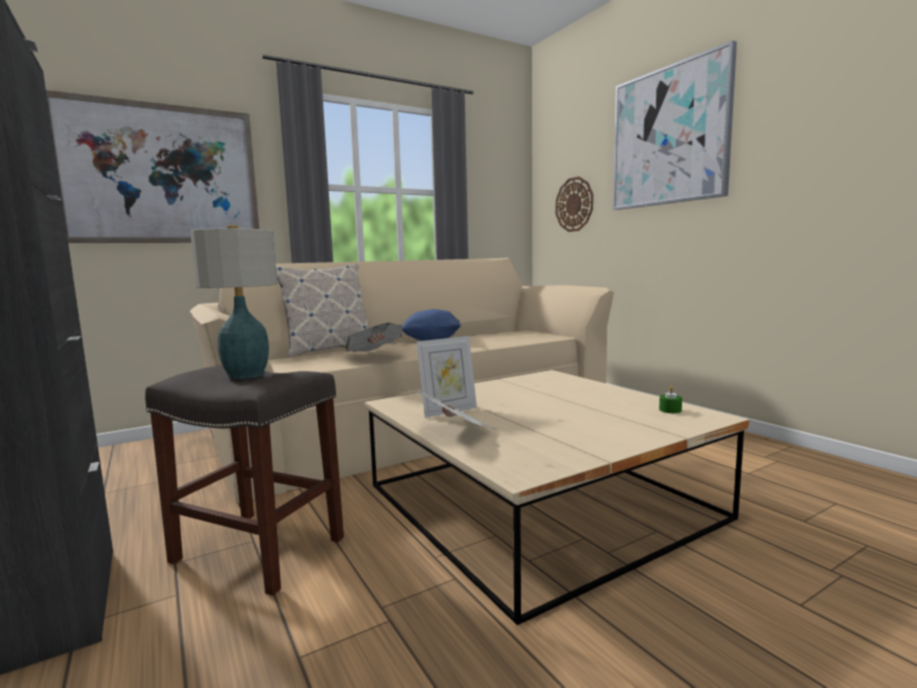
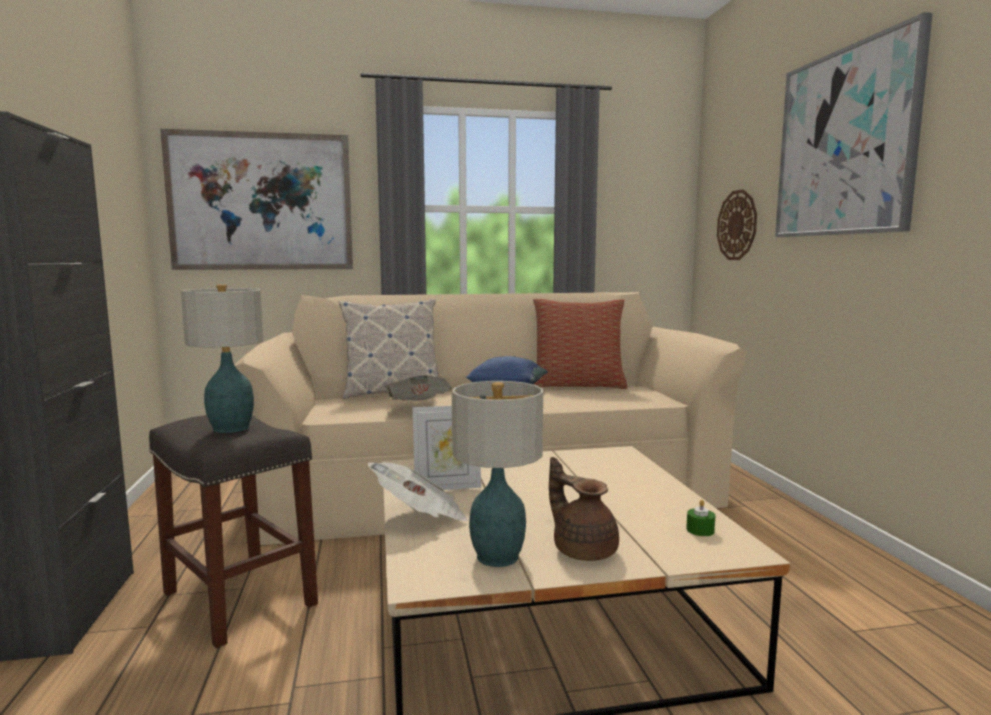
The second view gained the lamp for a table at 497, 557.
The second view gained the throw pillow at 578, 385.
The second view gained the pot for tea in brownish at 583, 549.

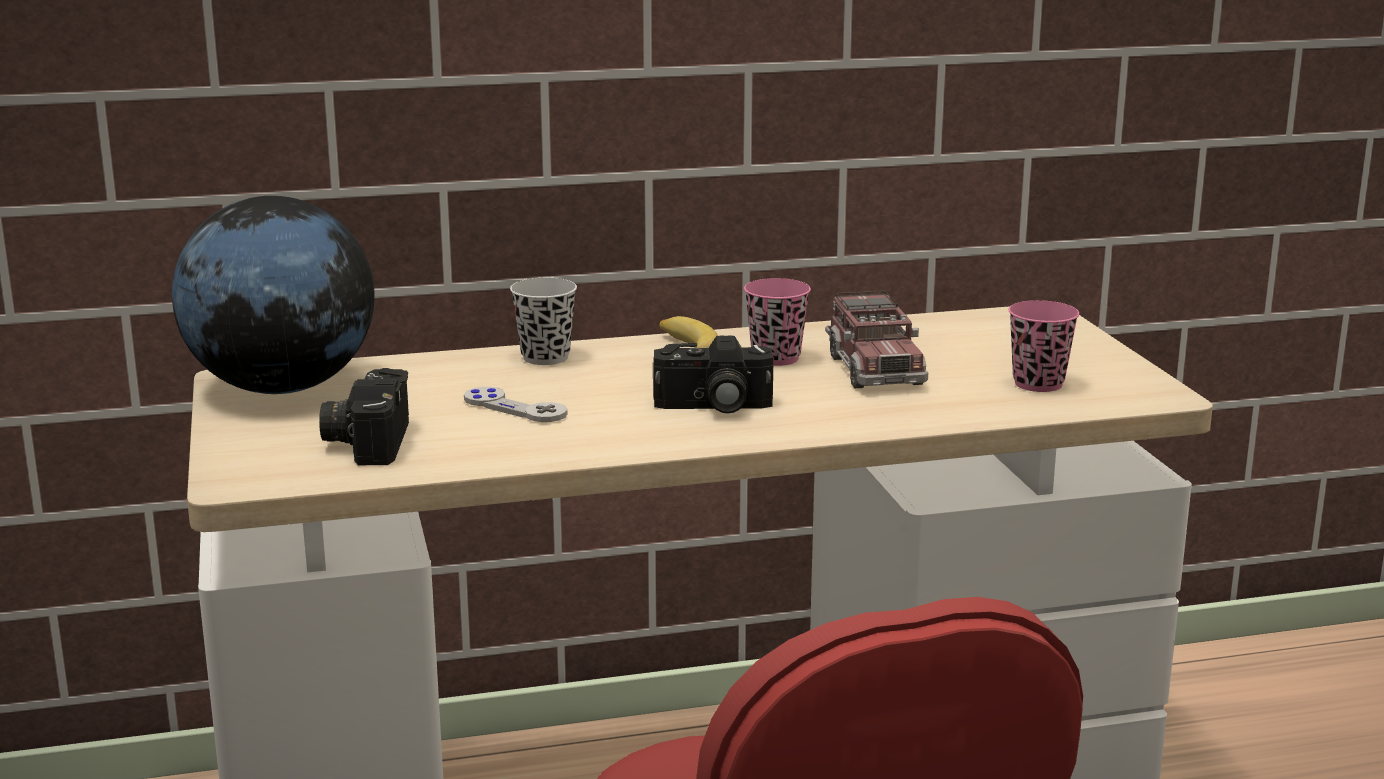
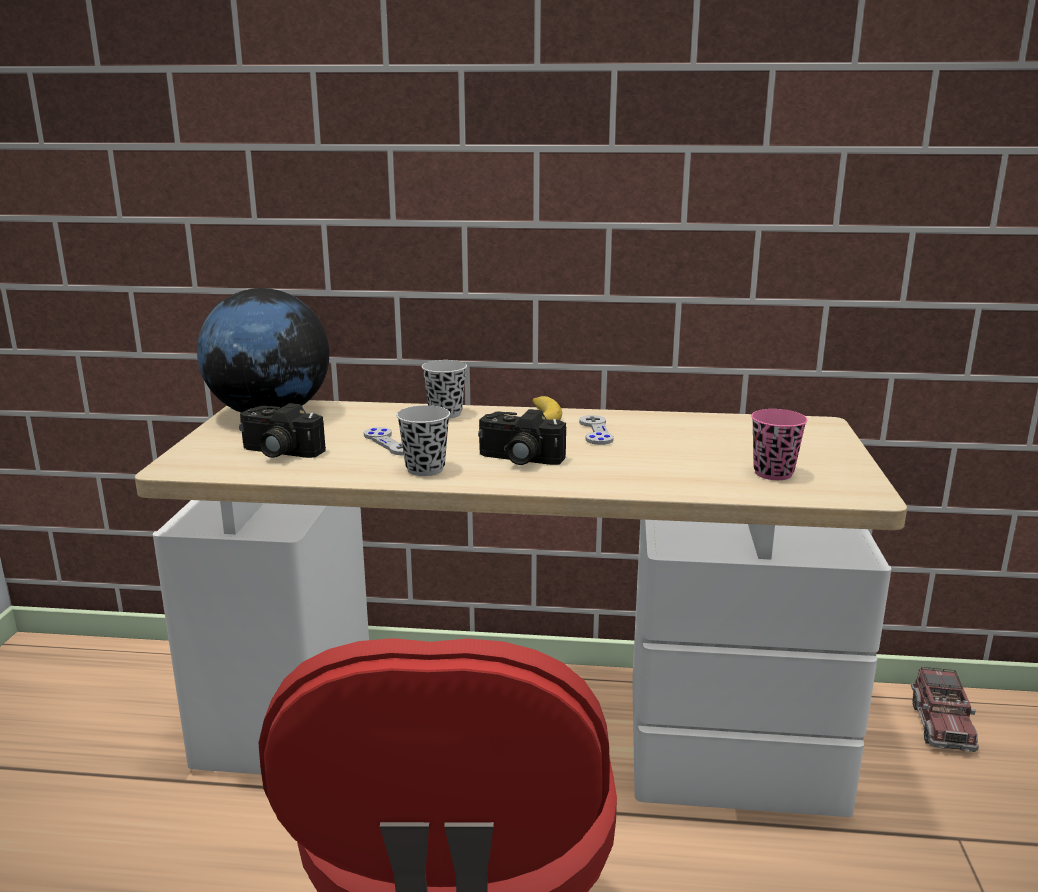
The still camera at 367, 441 ended up facing another way, 90 degrees counterclockwise from before.
Where the cup in pink-coloured stood at 776, 358, the gamepad in gray came to stand at 595, 432.
The toy lorry ended up elsewhere, having gone from 874, 368 to 941, 724.
The second view gained the cup in black-coloured at 425, 469.

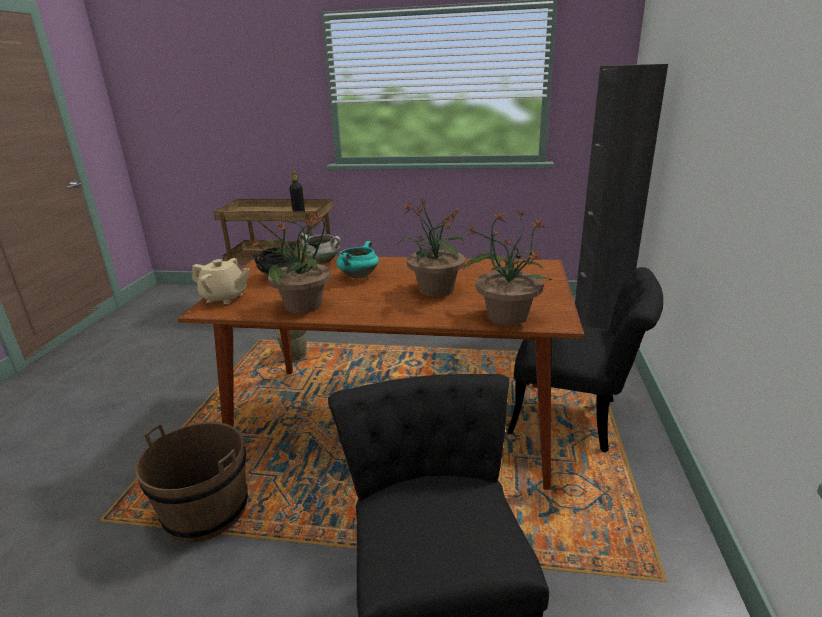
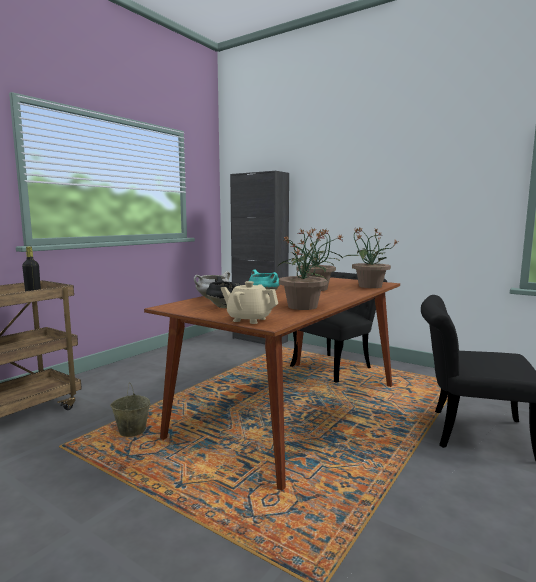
The second view lost the bucket in brownish at 206, 511.
The pot for tea in beige-coloured at 225, 298 ended up facing another way, 105 degrees counterclockwise from before.

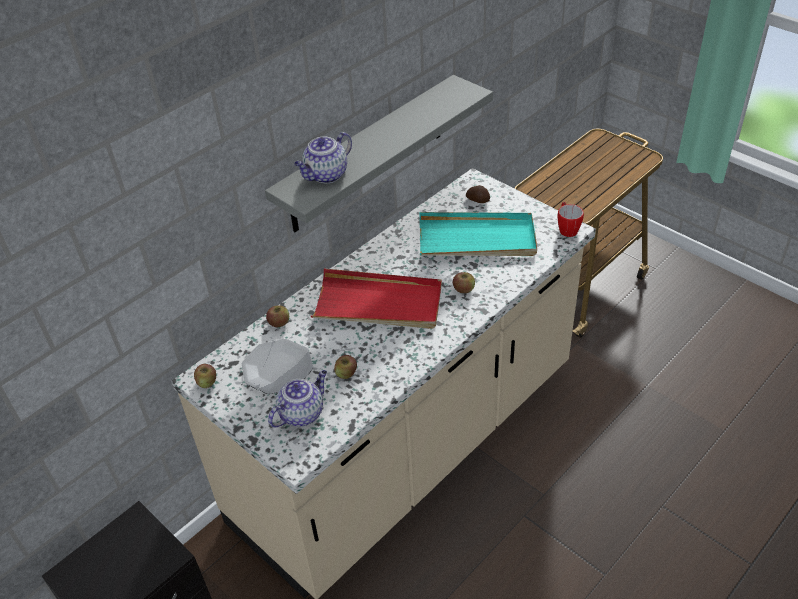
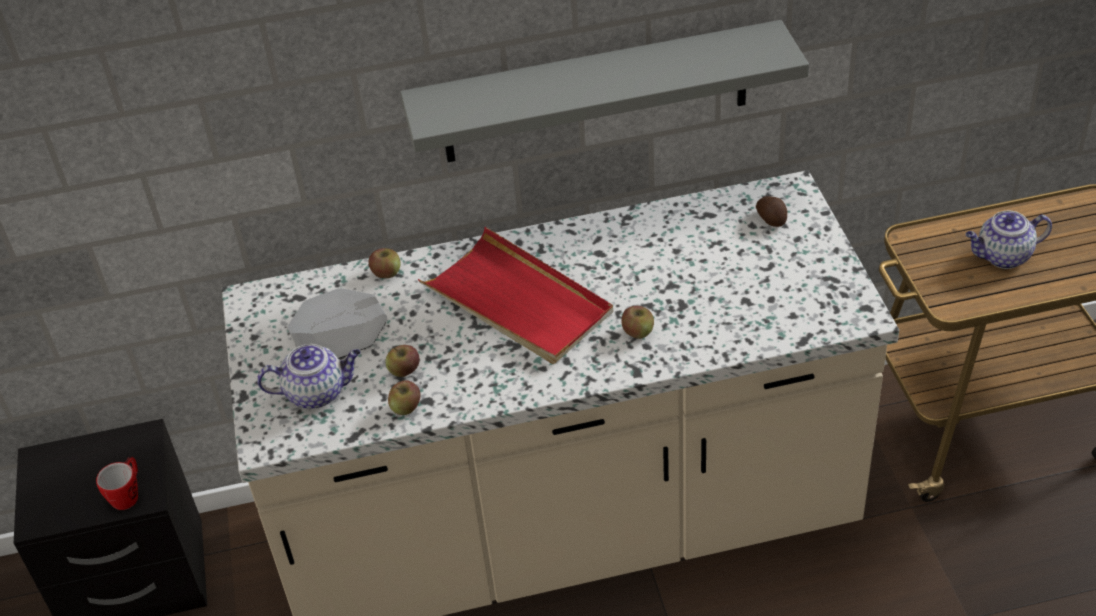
The apple fruit ended up elsewhere, having gone from 207, 382 to 406, 407.
The pot for tea ended up elsewhere, having gone from 326, 175 to 1002, 257.
The second view lost the carrying tray in turquoise-coloured at 477, 239.
The tea mug ended up elsewhere, having gone from 567, 228 to 128, 495.

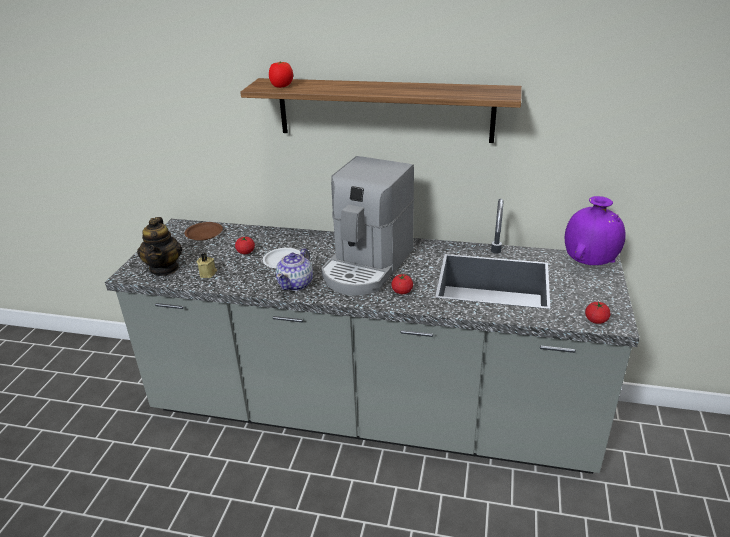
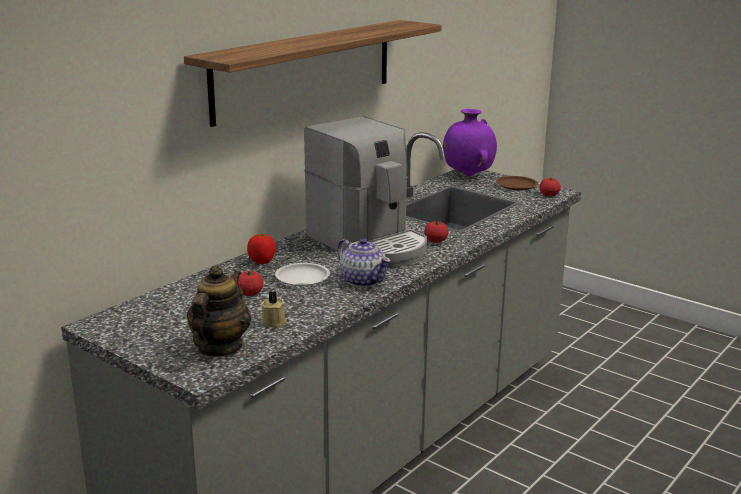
The pot for tea at 164, 268 ended up facing another way, 90 degrees counterclockwise from before.
The dinner plate in brownish ended up elsewhere, having gone from 204, 233 to 516, 186.
The whole tomato ended up elsewhere, having gone from 281, 86 to 262, 261.

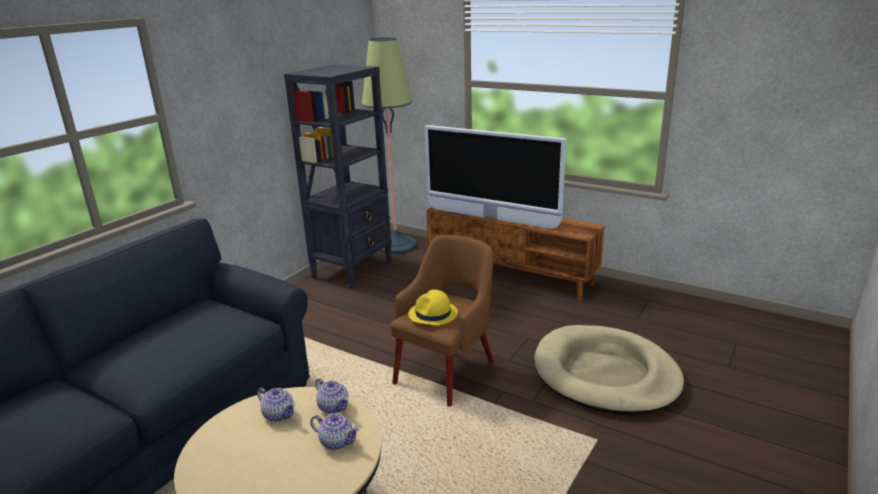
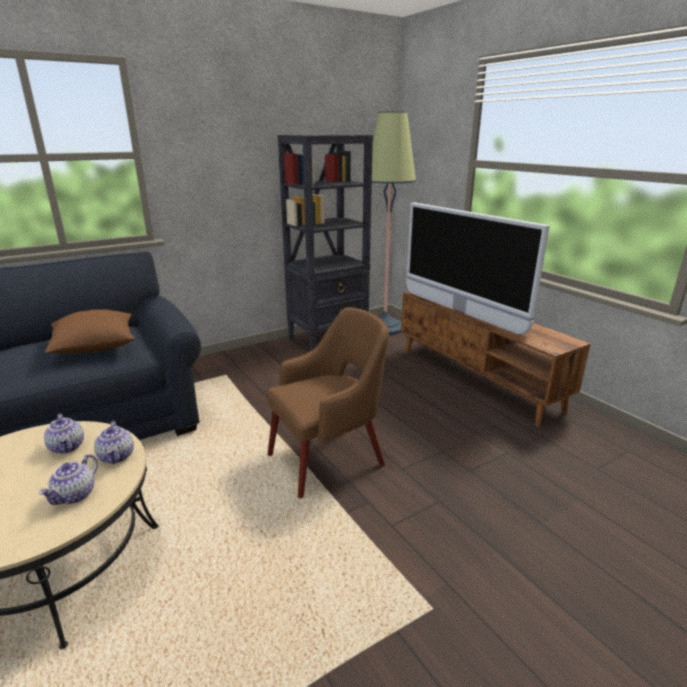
The pot for tea at 337, 442 ended up facing another way, 60 degrees clockwise from before.
The second view lost the clothing hat in yellow-coloured at 433, 314.
The second view lost the dog bed in beige-coloured at 605, 374.
The second view gained the throw pillow in brownish at 95, 347.

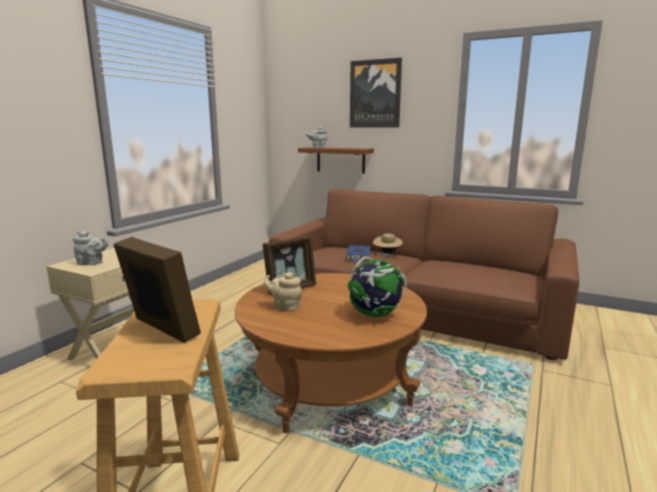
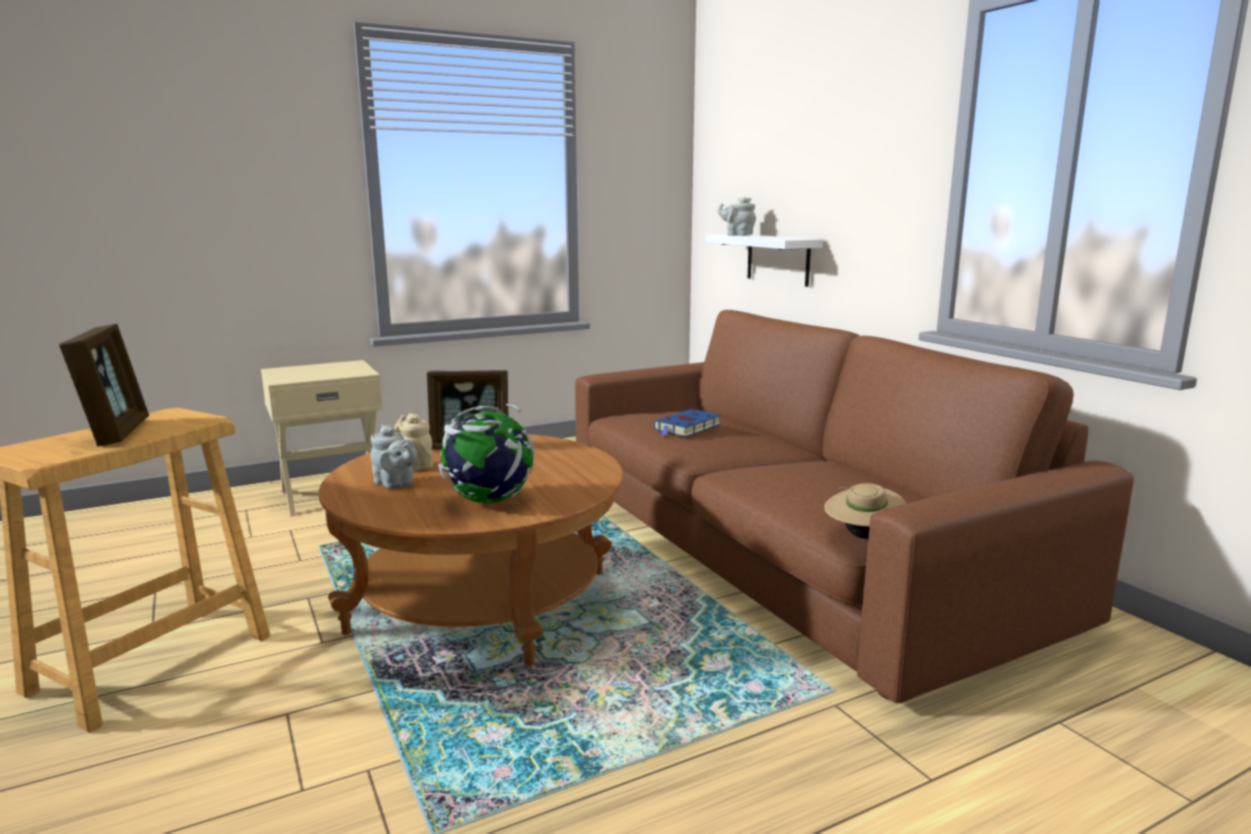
The pot for tea in gray ended up elsewhere, having gone from 92, 263 to 395, 484.
What was the bracket shelf in brownish at 340, 160 turned into the bracket shelf in white-coloured at 778, 259.
The second view lost the picture at 375, 94.
The clothing hat in beige-coloured ended up elsewhere, having gone from 387, 253 to 863, 536.

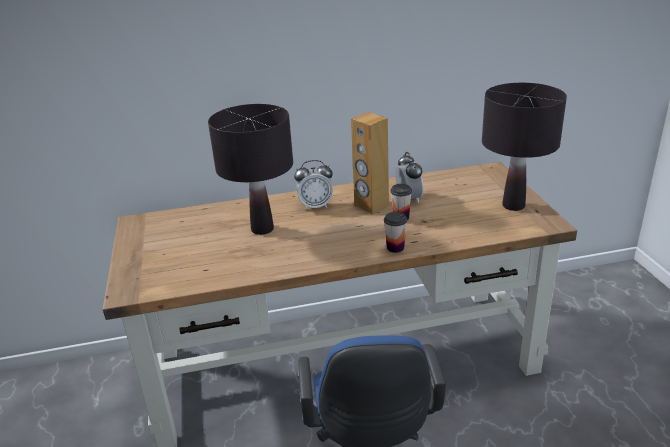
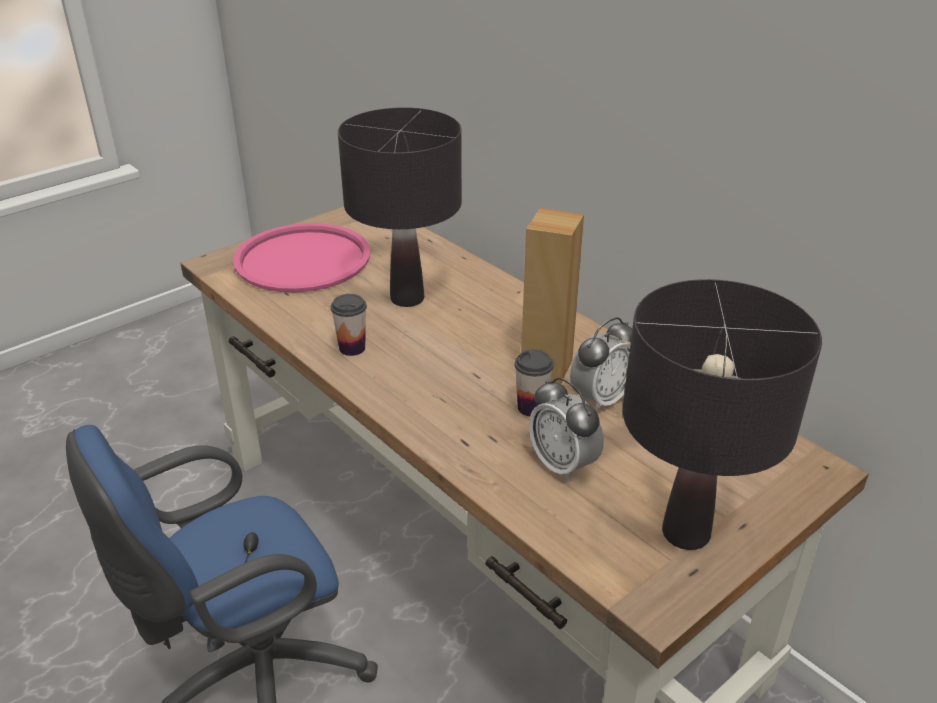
The bedside clock ended up elsewhere, having gone from 315, 206 to 563, 465.
The cup ended up elsewhere, having gone from 395, 248 to 352, 348.
The second view gained the carrying tray in pink-coloured at 302, 259.

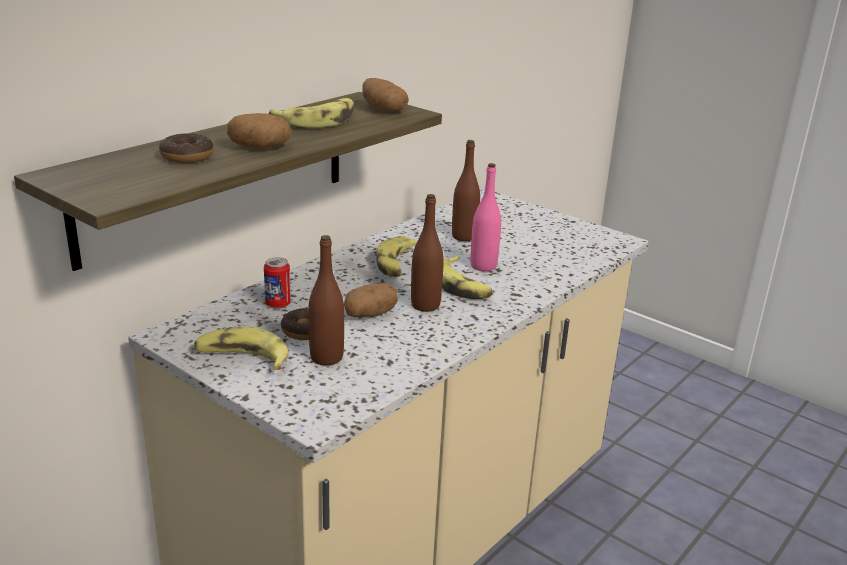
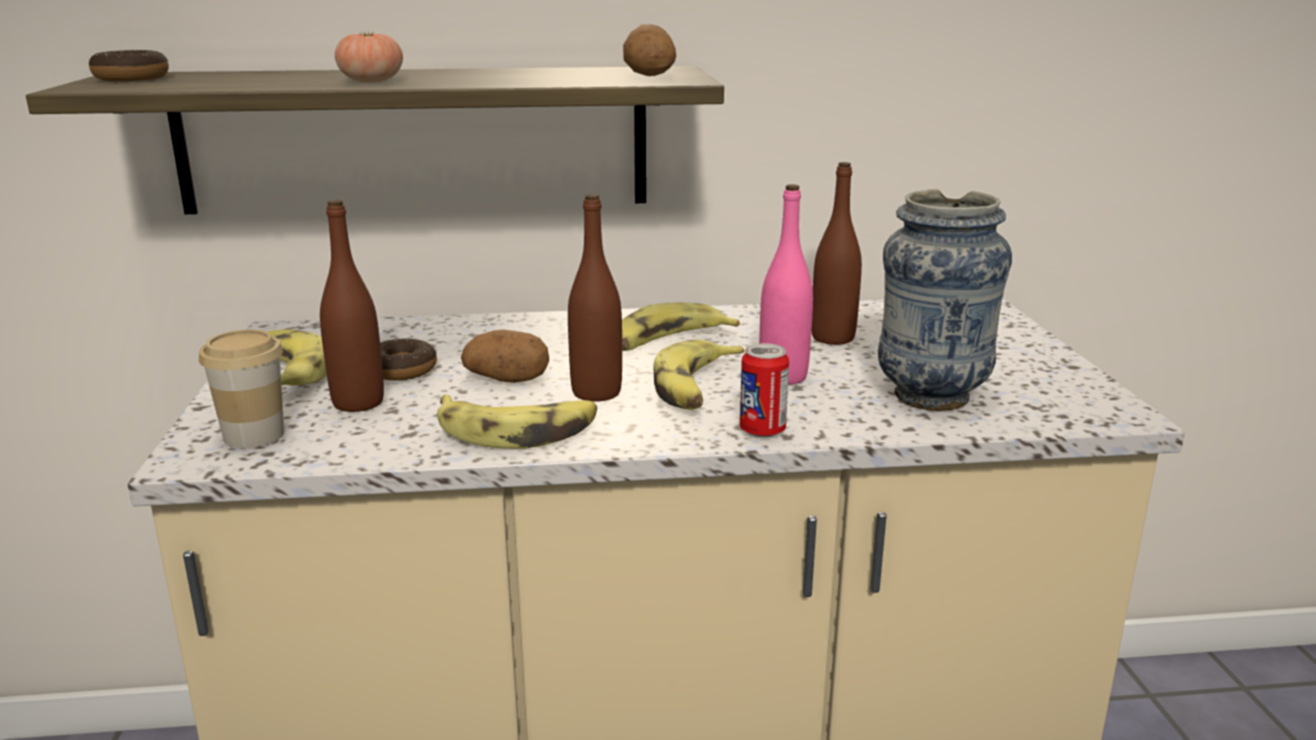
The ring doughnut ended up elsewhere, having gone from 187, 156 to 131, 78.
Where the spud stood at 260, 148, the whole tomato came to stand at 371, 81.
The sealed can ended up elsewhere, having gone from 278, 304 to 762, 431.
The whole banana ended up elsewhere, having gone from 319, 121 to 518, 431.
The second view gained the cup at 254, 435.
The second view gained the vase at 931, 396.

